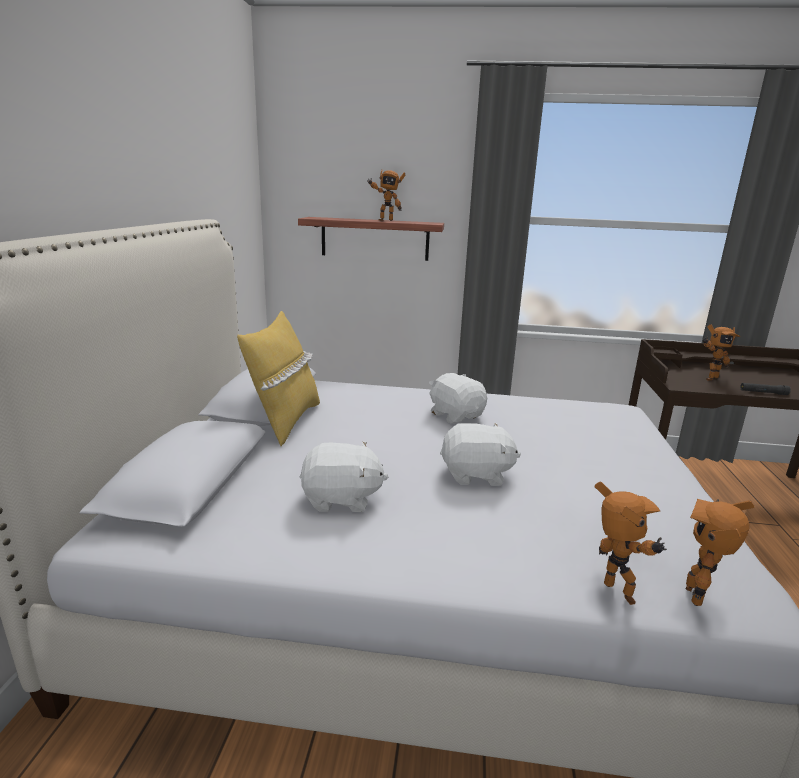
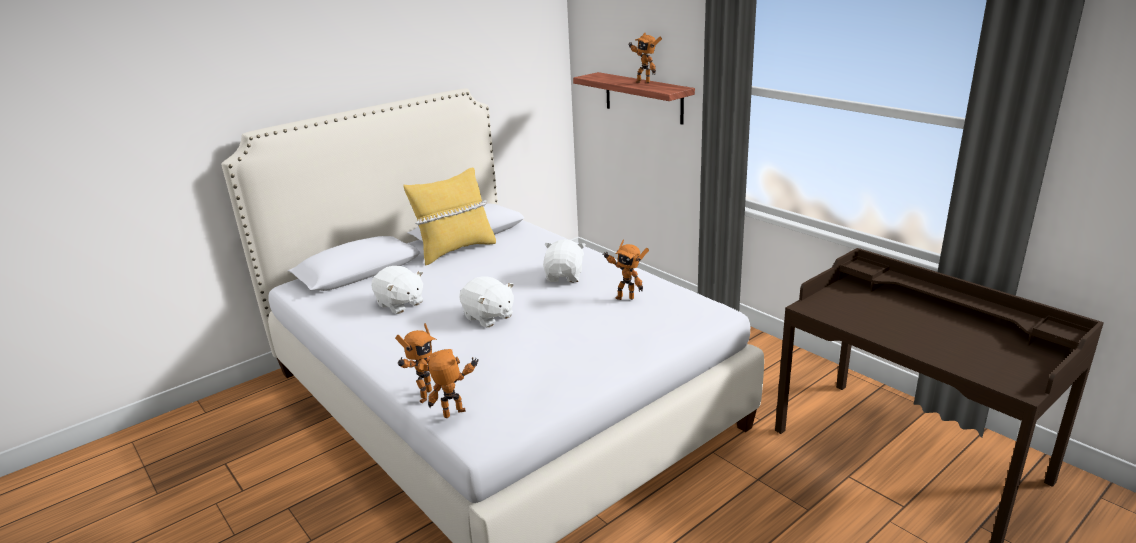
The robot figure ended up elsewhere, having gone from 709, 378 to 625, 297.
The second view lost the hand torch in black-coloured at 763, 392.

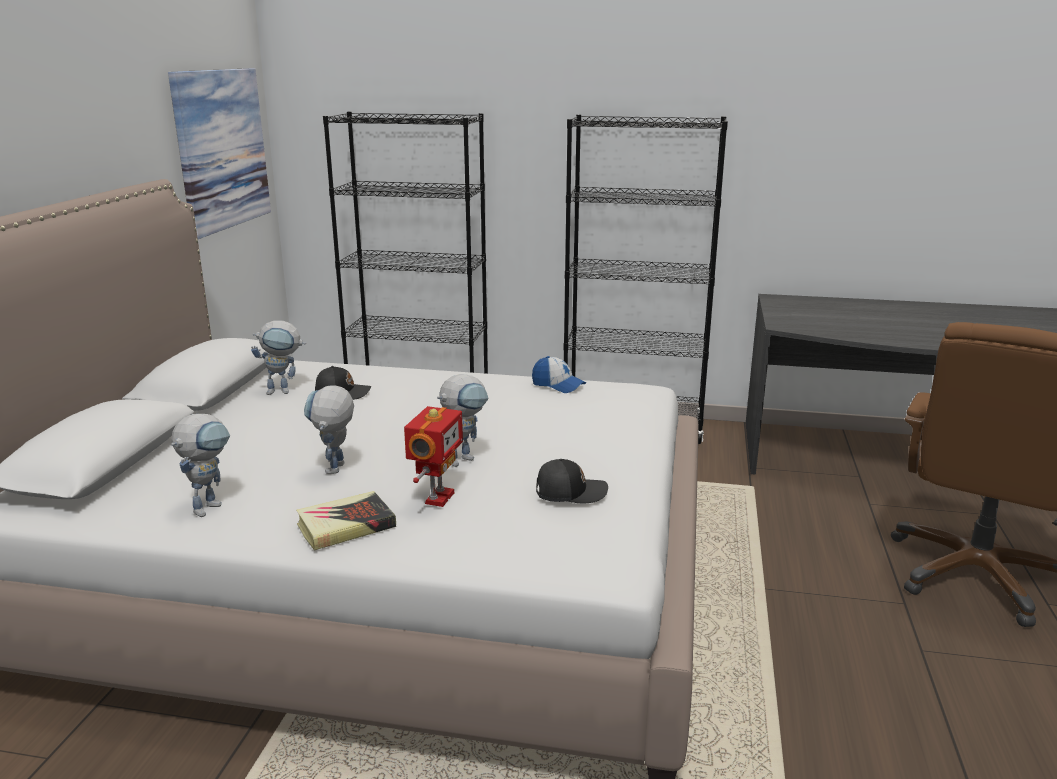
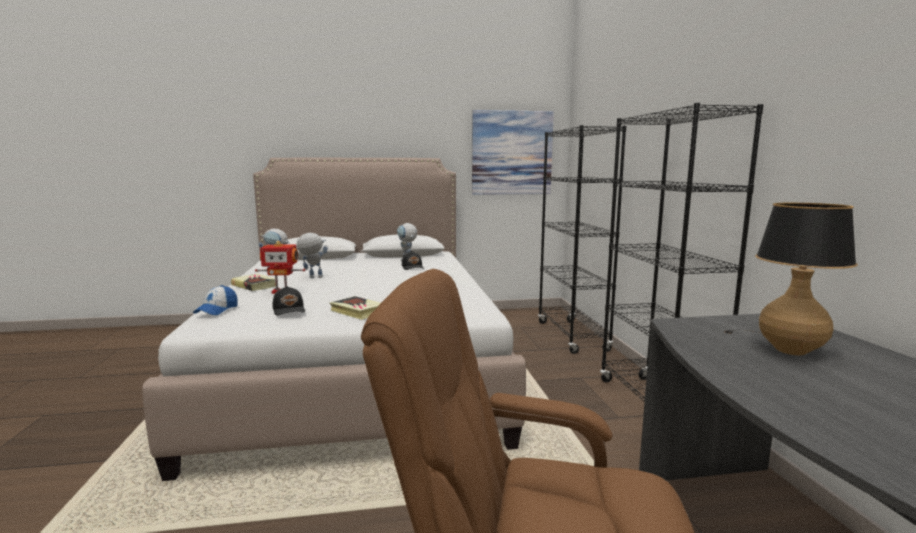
The second view lost the robot figure at 465, 458.
The peaked cap ended up elsewhere, having gone from 558, 385 to 217, 310.
The second view gained the book at 358, 311.
The second view gained the lamp for a table at 788, 348.

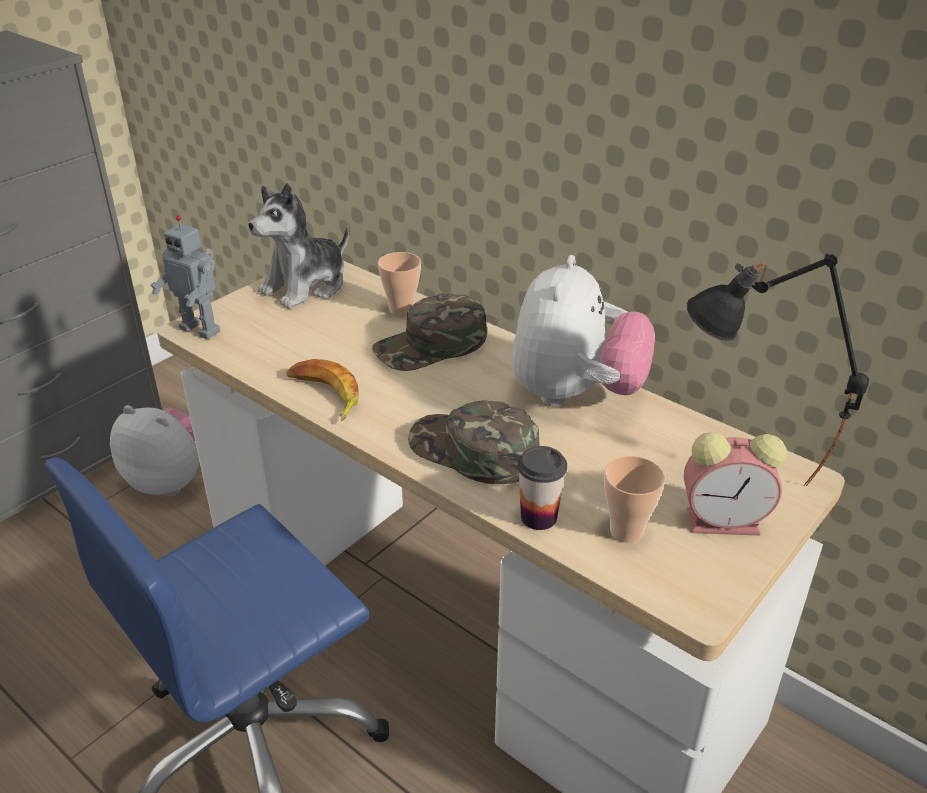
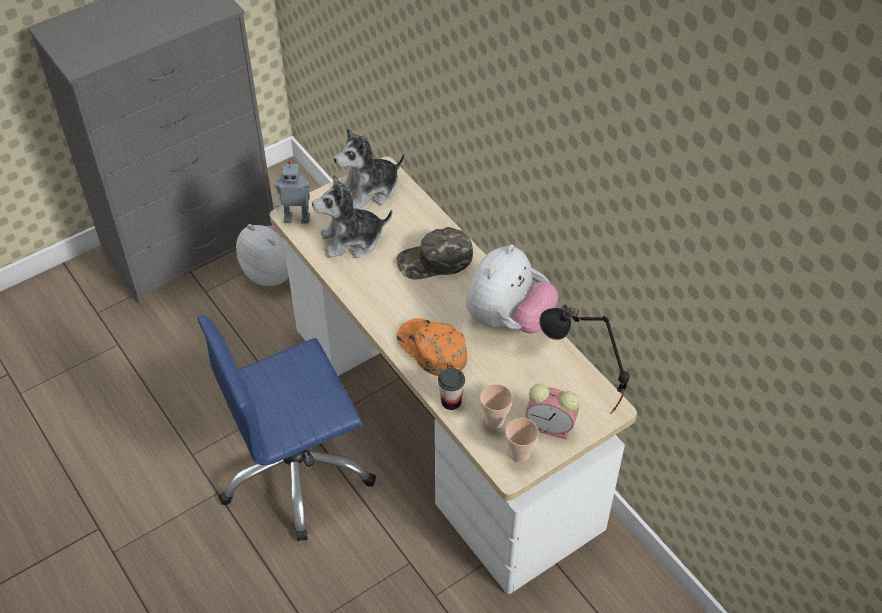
The robot figure at 202, 329 ended up facing another way, 45 degrees counterclockwise from before.
The second view lost the whole banana at 324, 395.
The cup ended up elsewhere, having gone from 401, 310 to 519, 454.
What was the peaked cap in greenish at 473, 451 turned into the peaked cap in orangey at 431, 349.
The second view gained the cuddly toy at 352, 240.

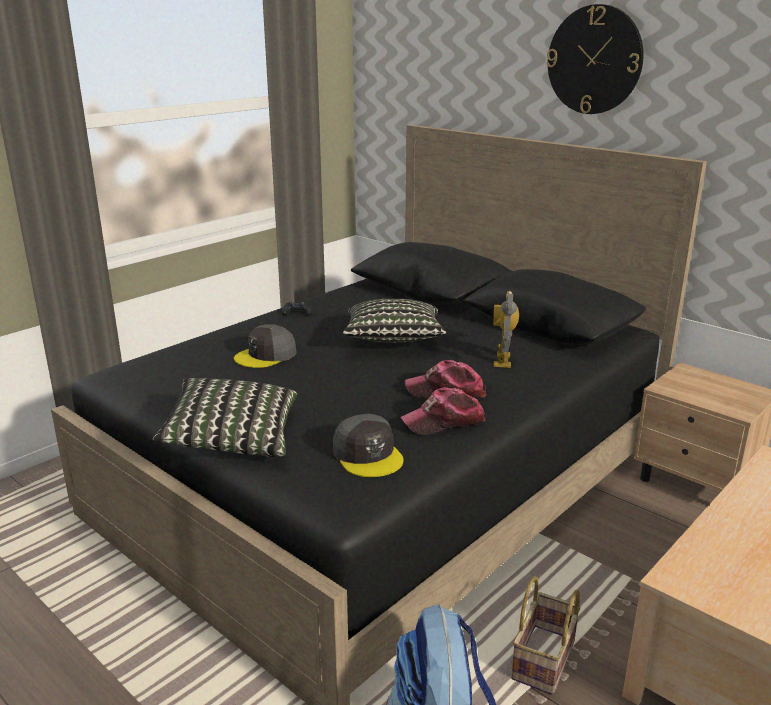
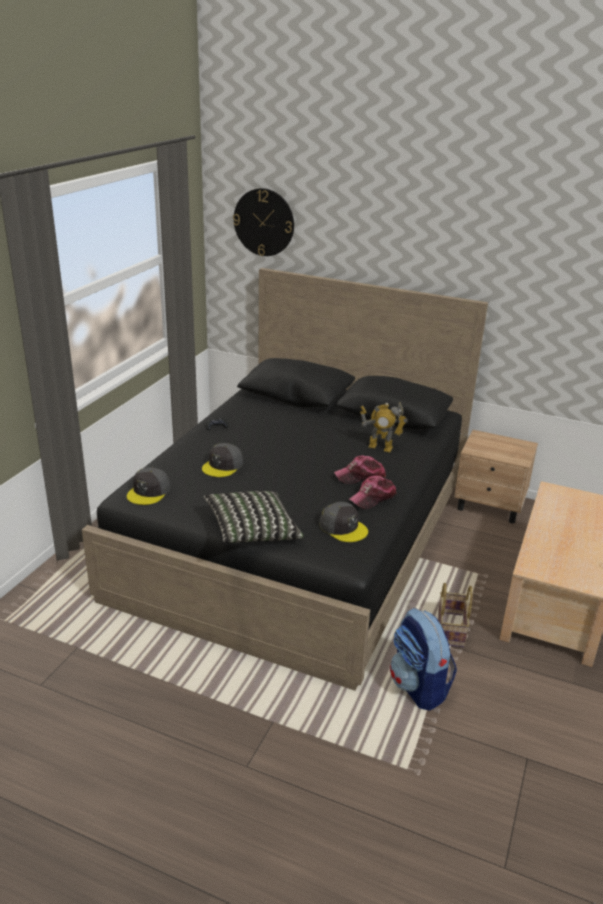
The second view lost the throw pillow at 393, 340.
The robot figure at 503, 360 ended up facing another way, 60 degrees counterclockwise from before.
The wall clock ended up elsewhere, having gone from 594, 60 to 264, 222.
The second view gained the peaked cap in gray at 149, 492.

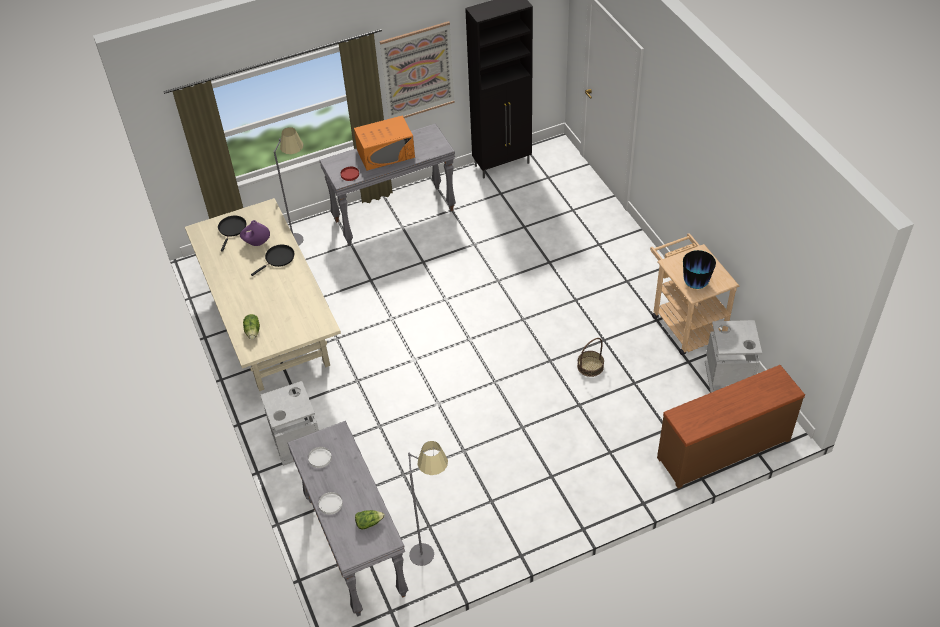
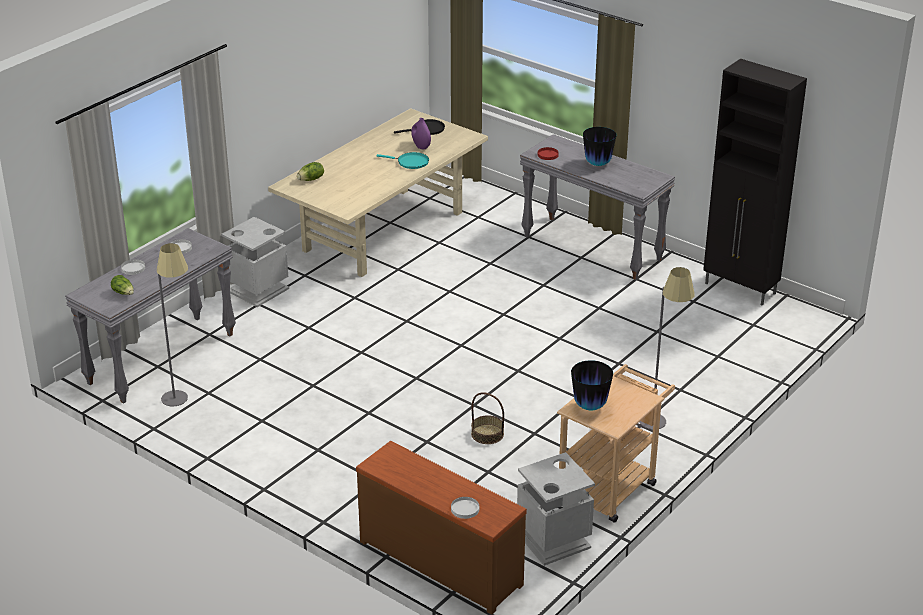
What was the pan in black-coloured at 278, 258 turned into the pan in turquoise-coloured at 410, 162.
The floor lamp in gray ended up elsewhere, having gone from 302, 239 to 660, 427.
Where the microwave oven in orangey stood at 386, 154, the vase came to stand at 598, 164.
The second view lost the picture at 418, 72.
The second view gained the dinner plate in white-coloured at 465, 509.

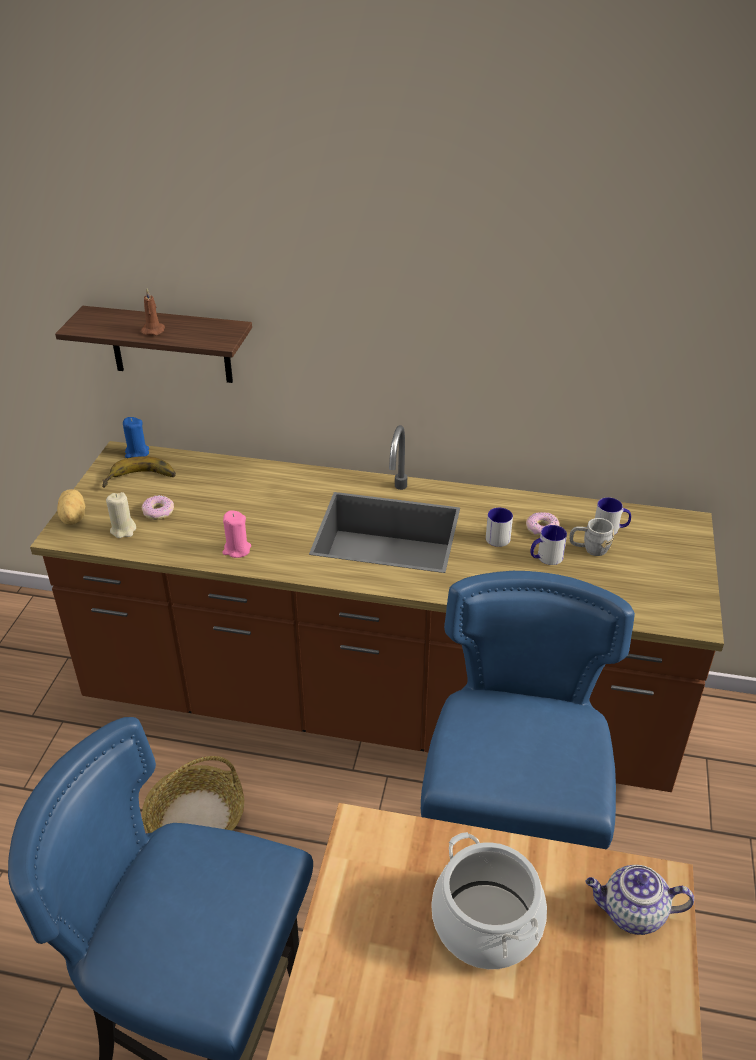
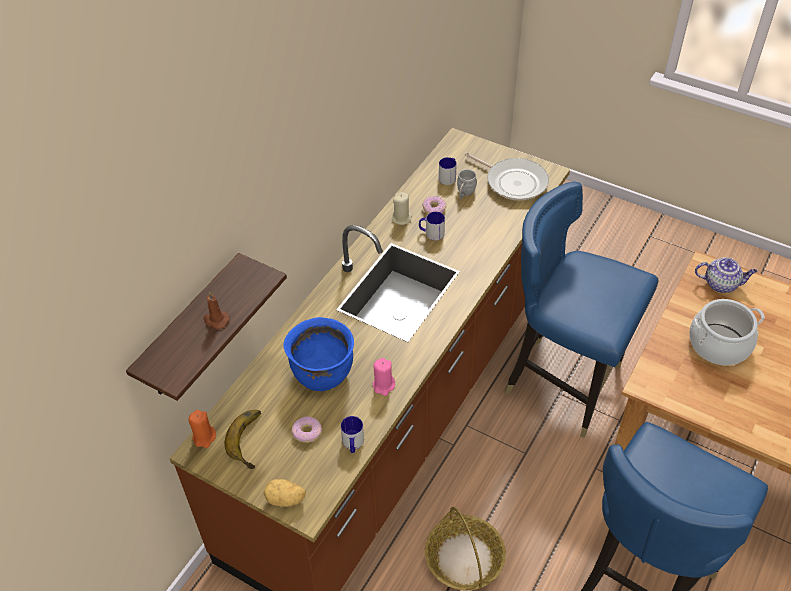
The wax light in beige-coloured ended up elsewhere, having gone from 123, 530 to 401, 218.
What was the wax light in blue-coloured at 137, 453 turned into the wax light in orangey at 204, 437.
The tea mug ended up elsewhere, having gone from 545, 558 to 353, 444.
The pot for tea at 631, 913 ended up facing another way, 105 degrees counterclockwise from before.
The second view gained the cooking pot in blue-coloured at 322, 373.
The second view gained the pan at 513, 182.

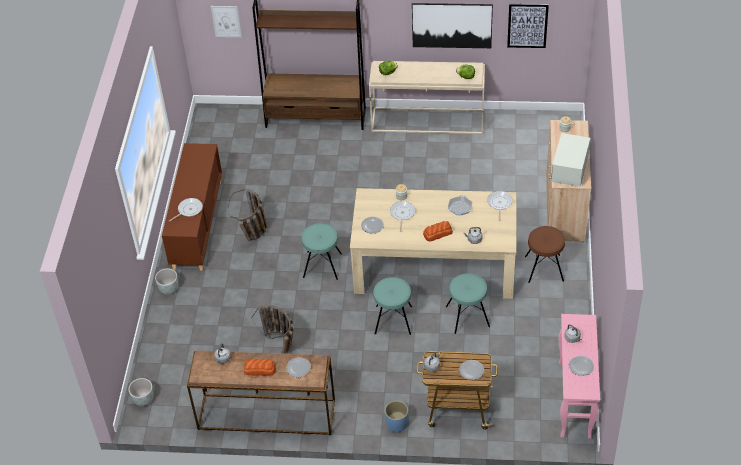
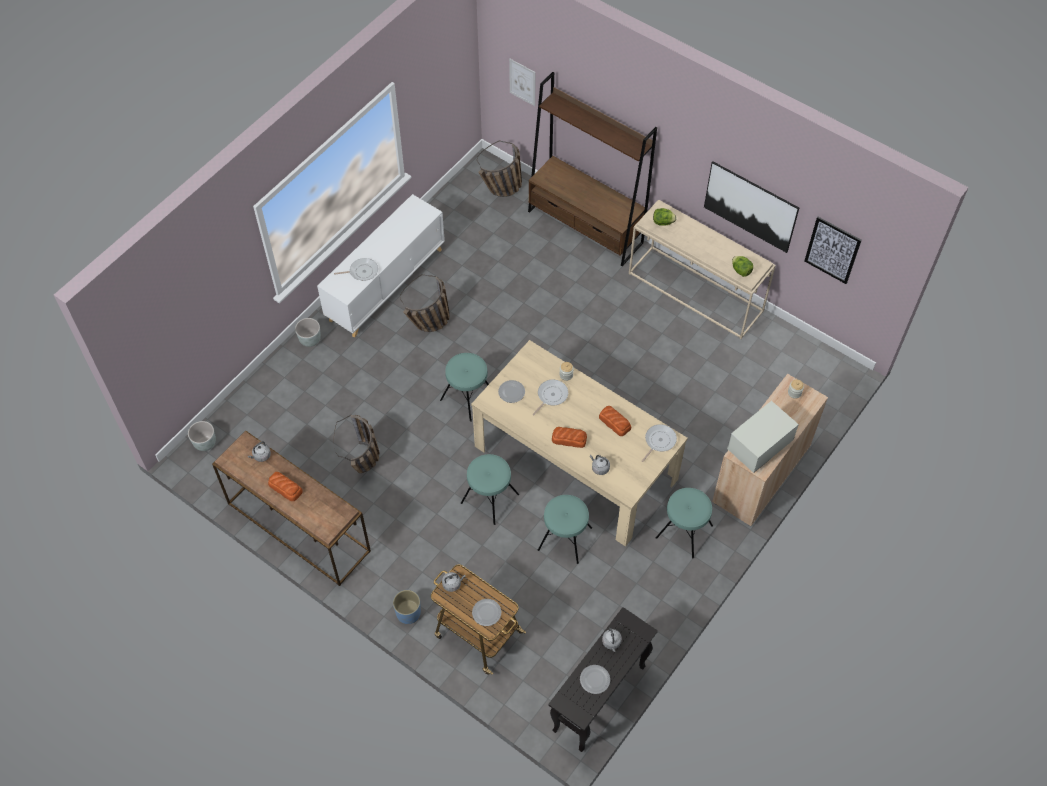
What was the storage cabinet in brownish at 197, 224 turned into the storage cabinet in white-coloured at 386, 284.
The second view lost the dinner plate at 298, 368.
Where the pan stood at 460, 207, the bakery bread came to stand at 614, 422.
What was the stool seat in brownish at 544, 268 turned into the stool seat in turquoise-coloured at 684, 531.
What was the narrow table in pink-coloured at 575, 400 turned into the narrow table in black-coloured at 599, 699.
The second view gained the storage basket at 502, 191.

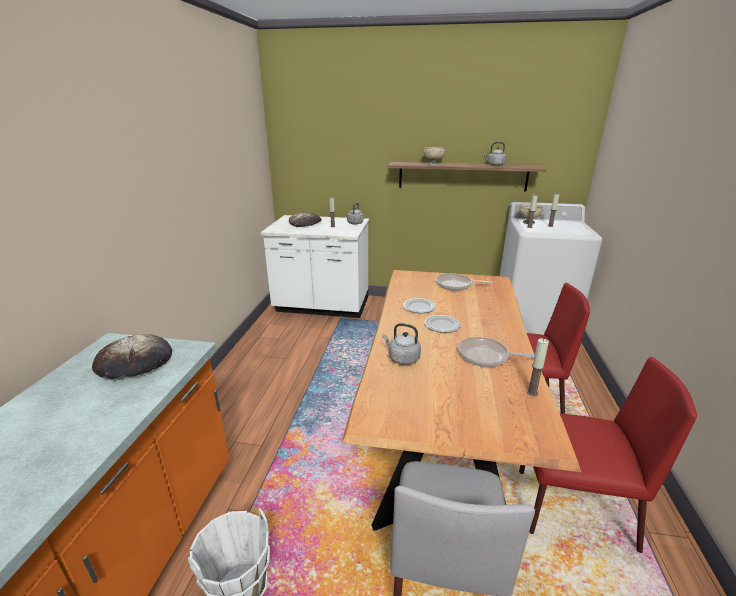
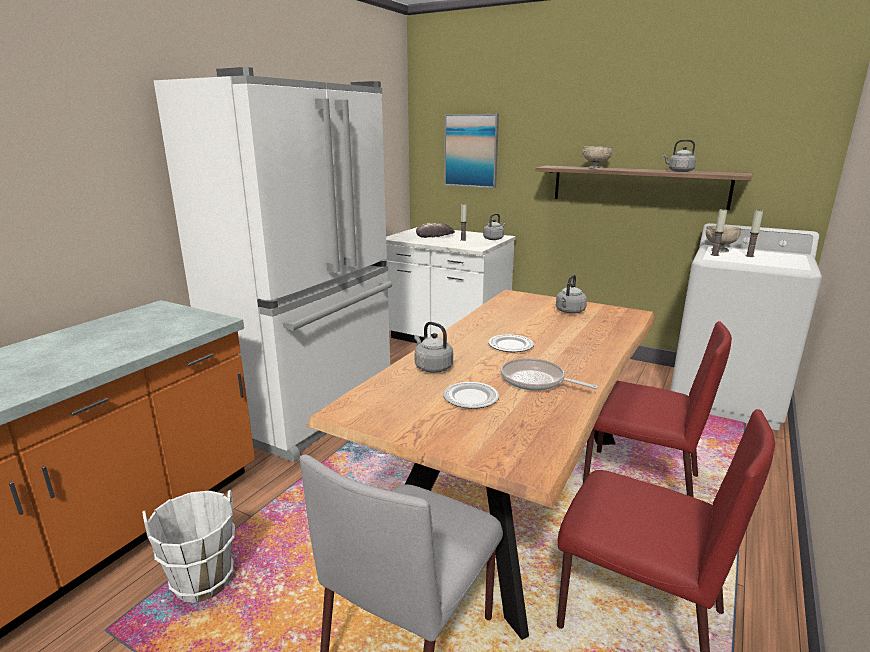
The second view lost the bakery bread at 134, 361.
The dinner plate ended up elsewhere, having gone from 419, 307 to 471, 398.
Where the pan stood at 456, 285, the kettle in gray came to stand at 569, 311.
The second view lost the wax light at 532, 392.
The second view gained the refrigerator in white-coloured at 313, 411.
The second view gained the picture at 471, 151.

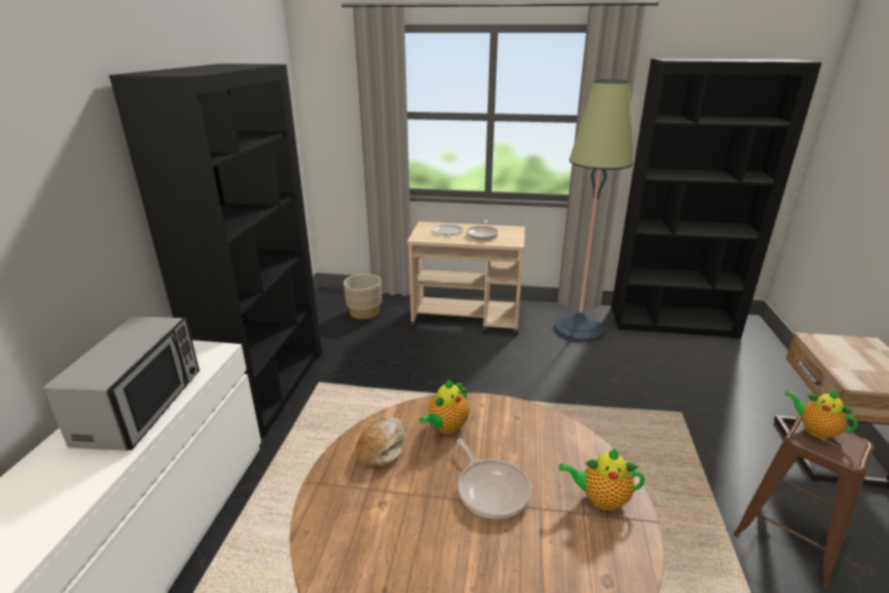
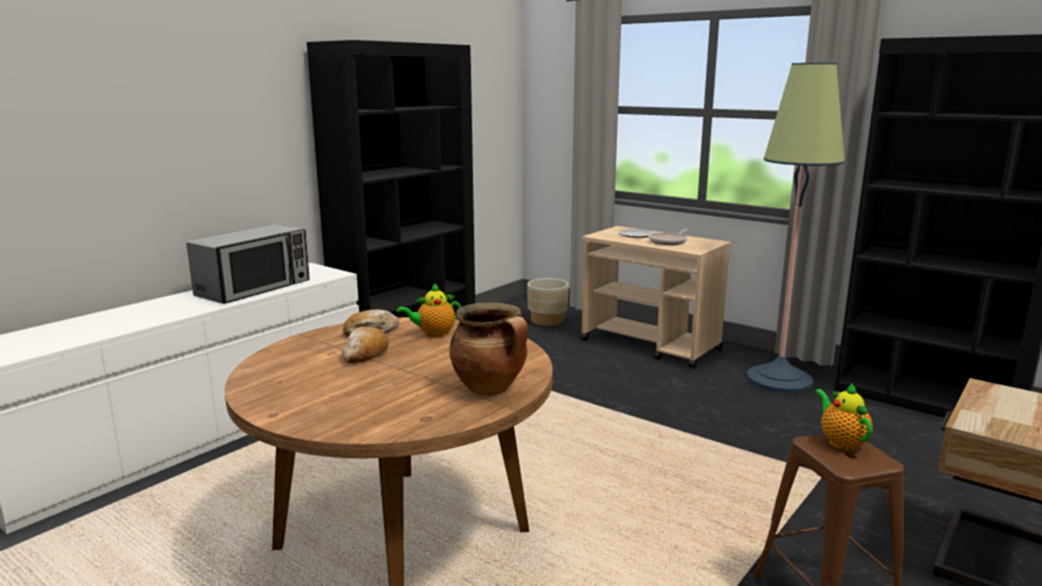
The second view lost the pan at 491, 490.
Where the pot for tea stood at 600, 499, the cooking pot came to stand at 491, 389.
The second view gained the bakery bread at 365, 353.

